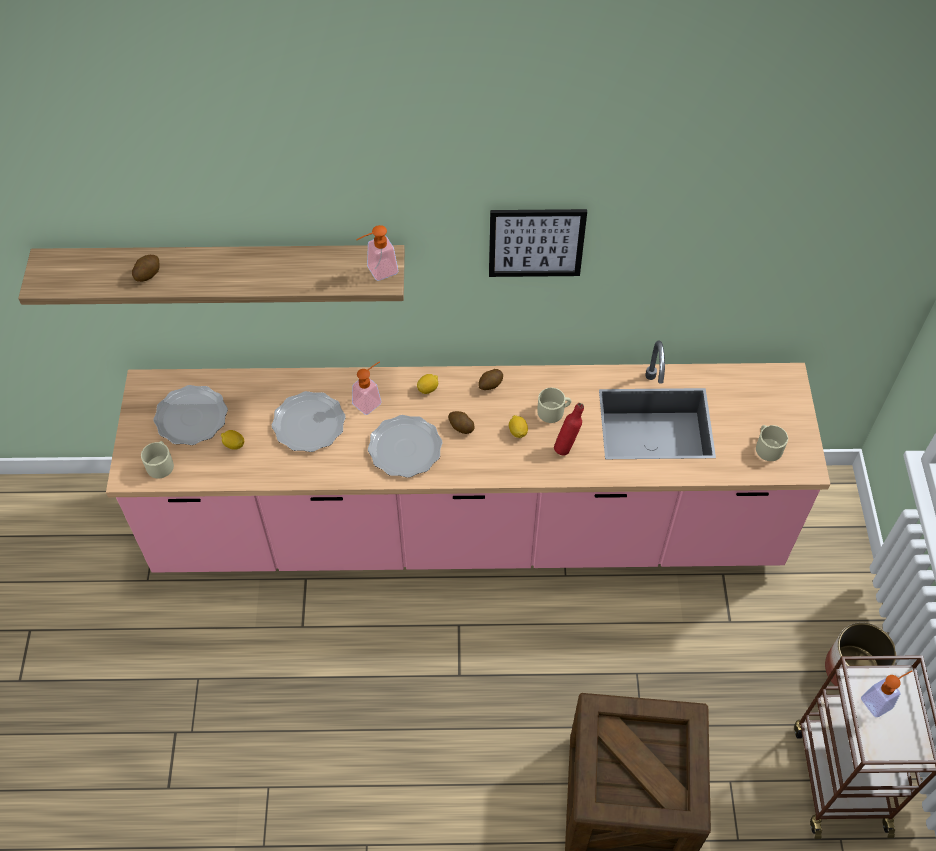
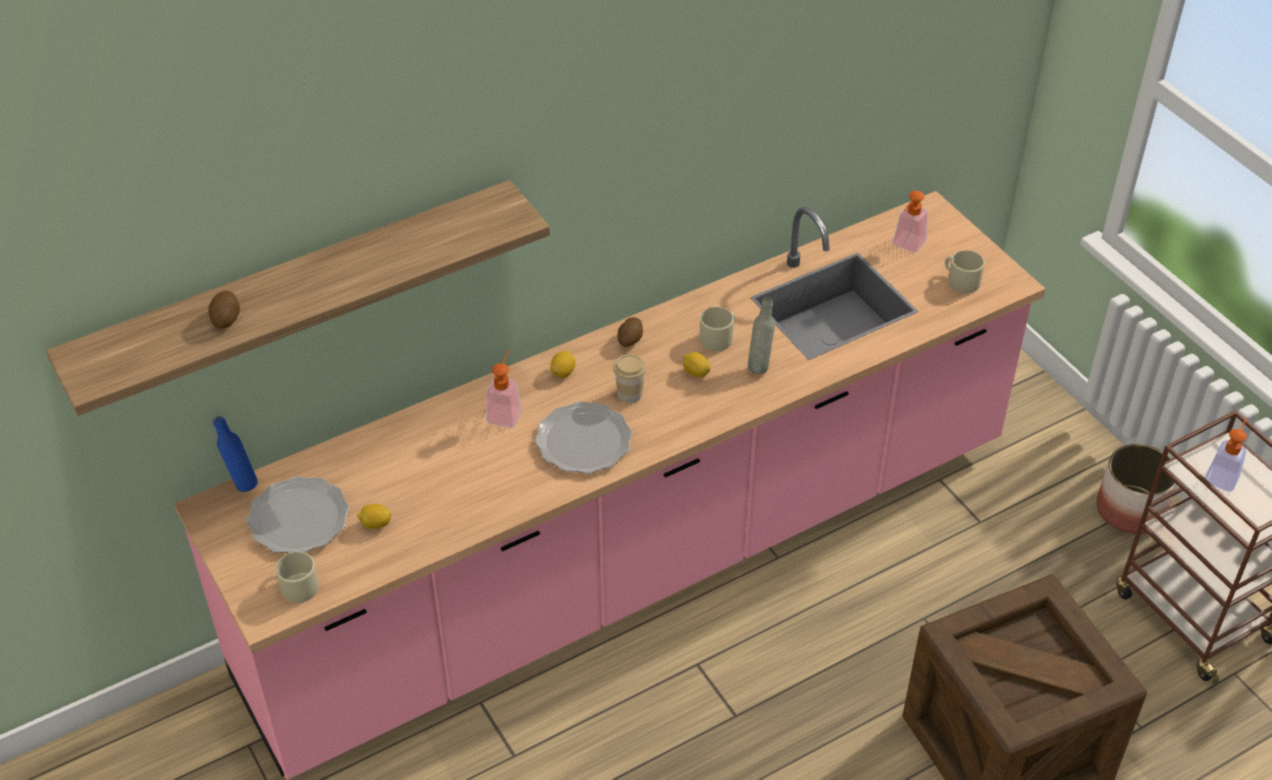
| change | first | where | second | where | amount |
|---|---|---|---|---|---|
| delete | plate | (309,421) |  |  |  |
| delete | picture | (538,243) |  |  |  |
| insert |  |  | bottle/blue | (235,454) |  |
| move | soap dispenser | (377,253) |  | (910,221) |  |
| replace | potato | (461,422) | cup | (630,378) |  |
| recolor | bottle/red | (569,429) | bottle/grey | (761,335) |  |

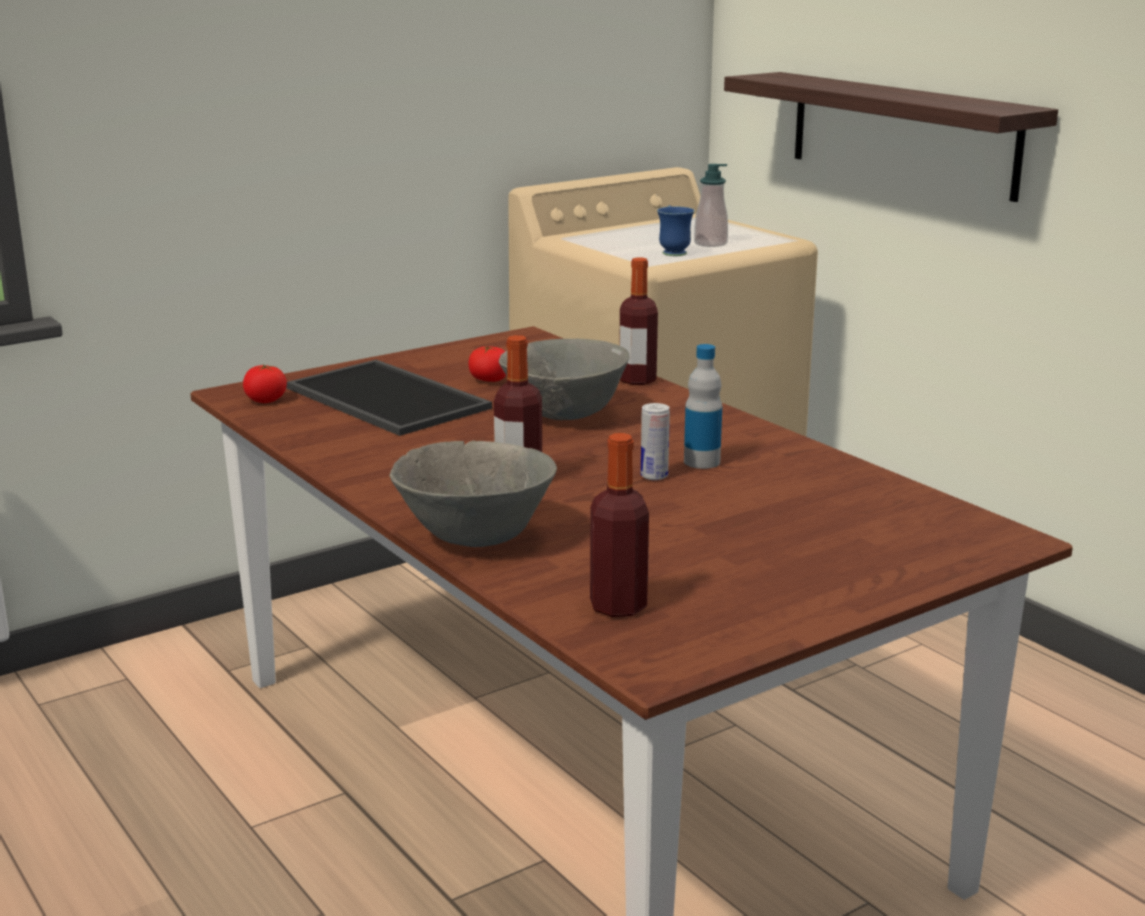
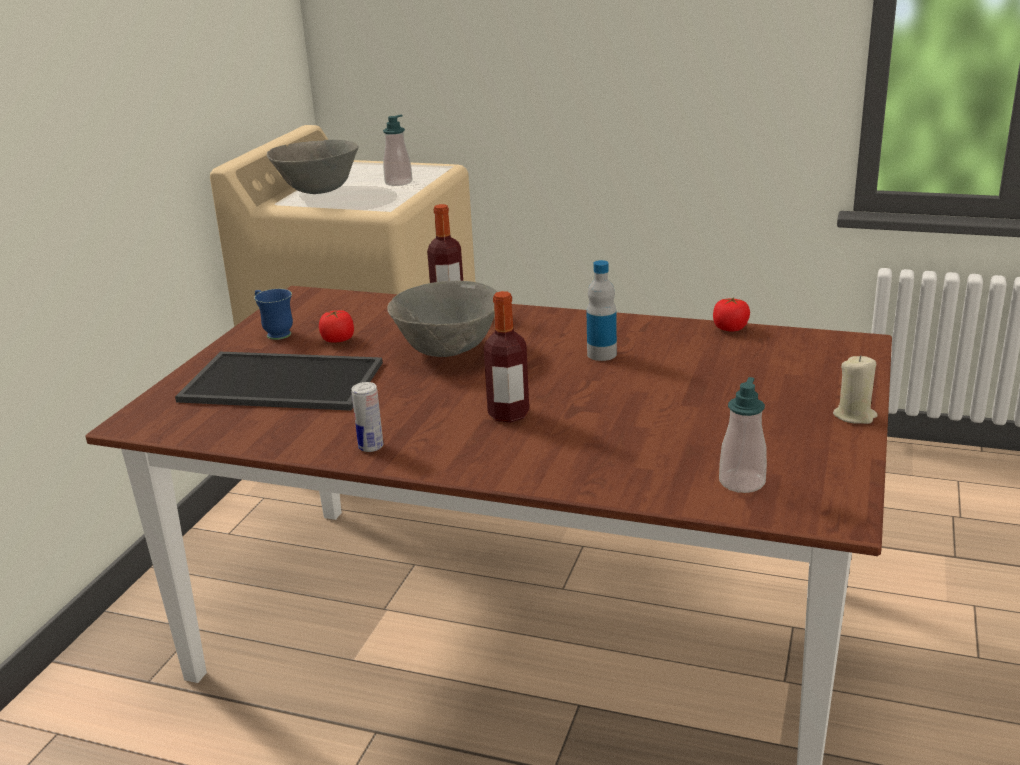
| change | first | where | second | where | amount |
|---|---|---|---|---|---|
| delete | shelf | (891,137) |  |  |  |
| insert |  |  | candle/beige | (855,389) |  |
| move | tomato | (265,384) |  | (731,314) |  |
| move | bowl/grey | (473,494) |  | (313,167) |  |
| move | can | (655,441) |  | (367,417) |  |
| move | mug/blue | (676,230) |  | (273,314) |  |
| replace | bottle | (619,525) | soap dispenser | (743,435) |  |

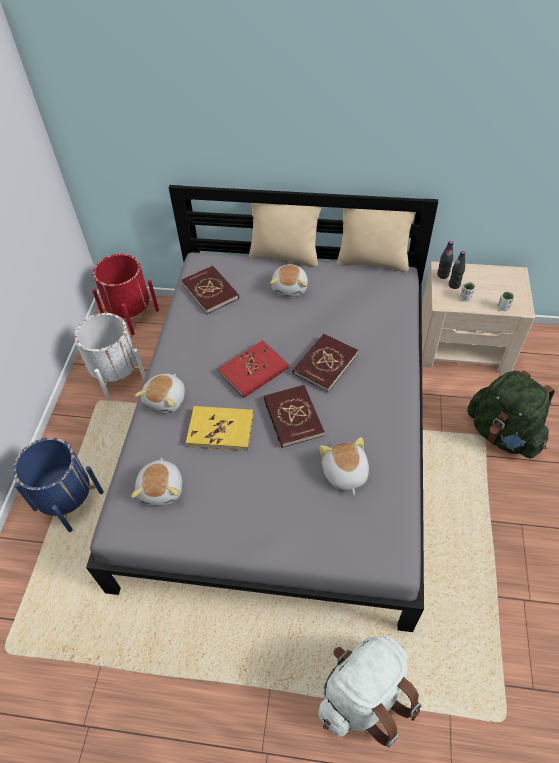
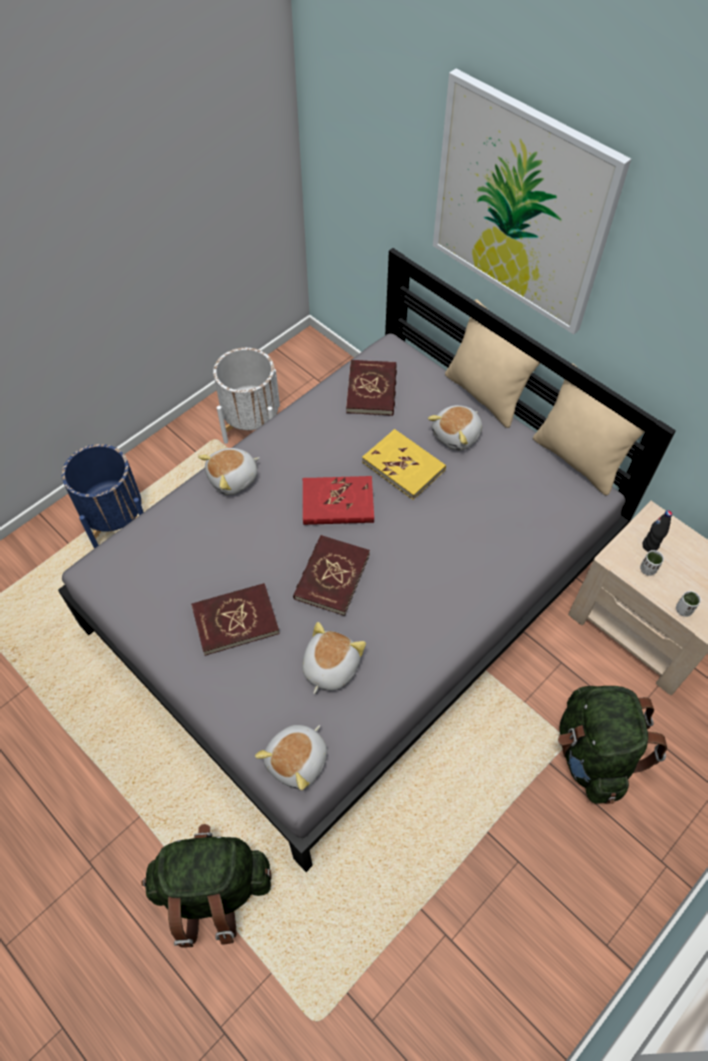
| change | first | where | second | where | amount |
|---|---|---|---|---|---|
| delete | planter/red | (125,294) |  |  |  |
| delete | bottle/black | (445,260) |  |  |  |
| insert |  |  | picture | (532,202) |  |
| move | plush toy | (156,481) |  | (291,757) |  |
| move | book/yellow | (220,428) |  | (404,464) |  |
| move | book/red | (325,363) |  | (235,619) |  |
| recolor | backpack/white | (369,691) | backpack/green | (206,886) |  |

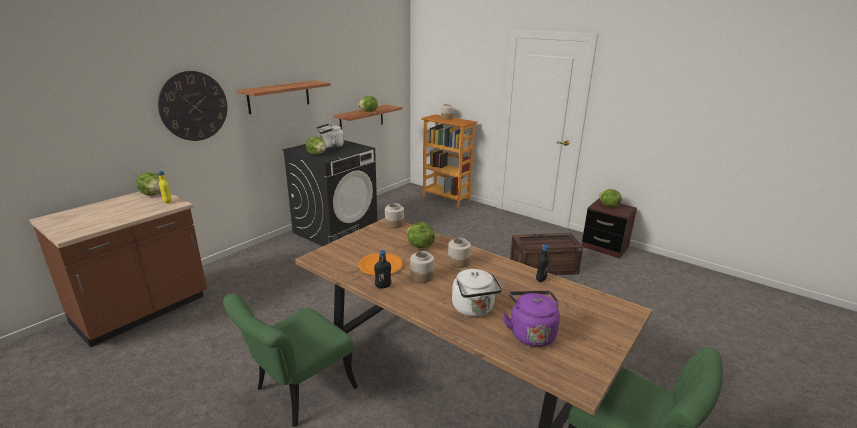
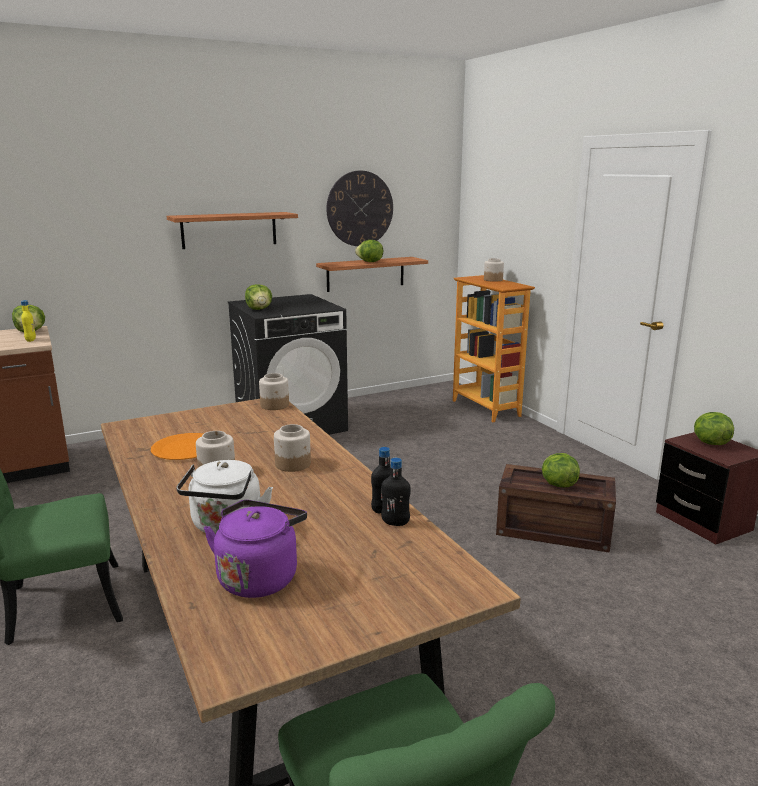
| change | first | where | second | where | amount |
|---|---|---|---|---|---|
| delete | kettle/white | (330,136) |  |  |  |
| move | wall clock | (192,106) |  | (359,208) |  |
| move | bottle/black | (382,269) |  | (396,492) |  |
| move | lettuce | (421,235) |  | (561,470) |  |

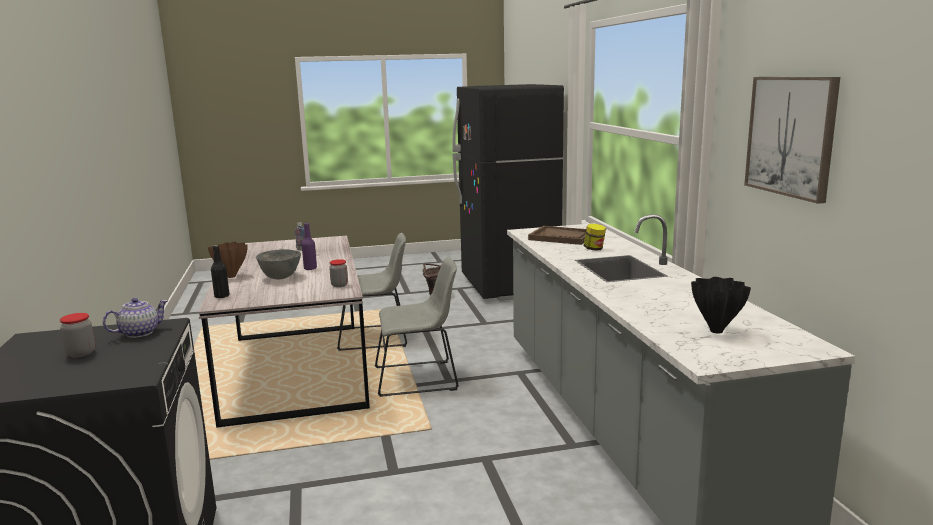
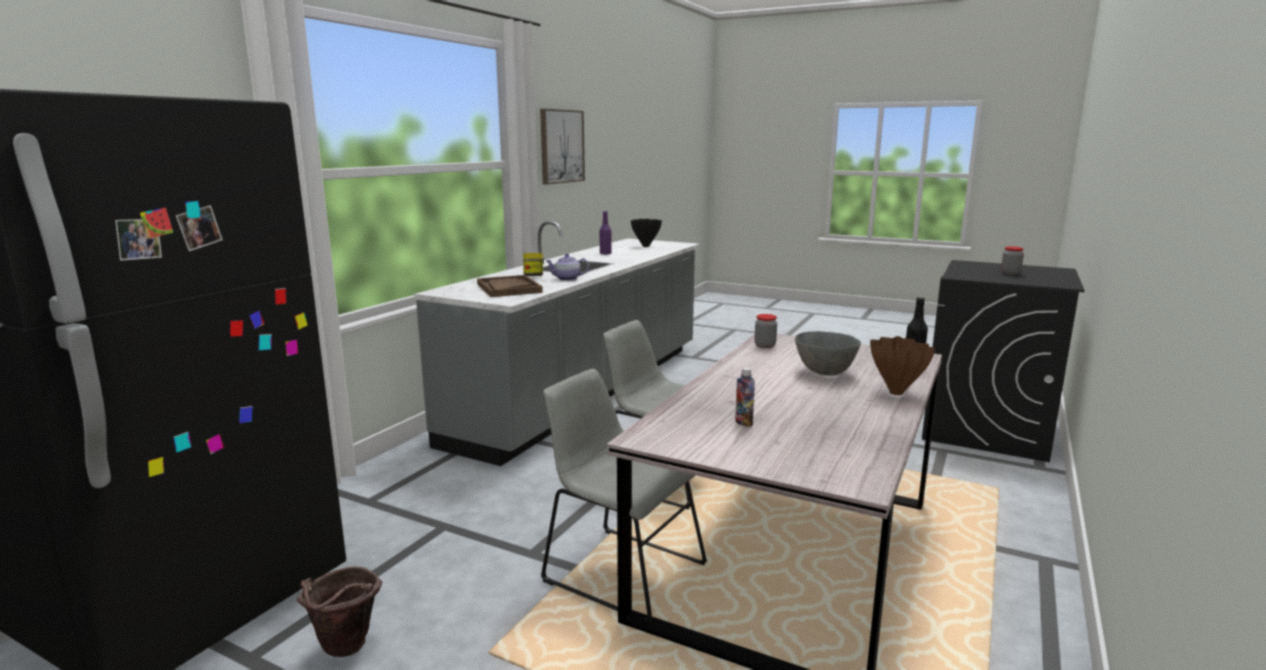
| change | first | where | second | where | amount |
|---|---|---|---|---|---|
| move | teapot | (135,318) |  | (567,267) |  |
| move | bottle/purple | (309,246) |  | (606,232) |  |

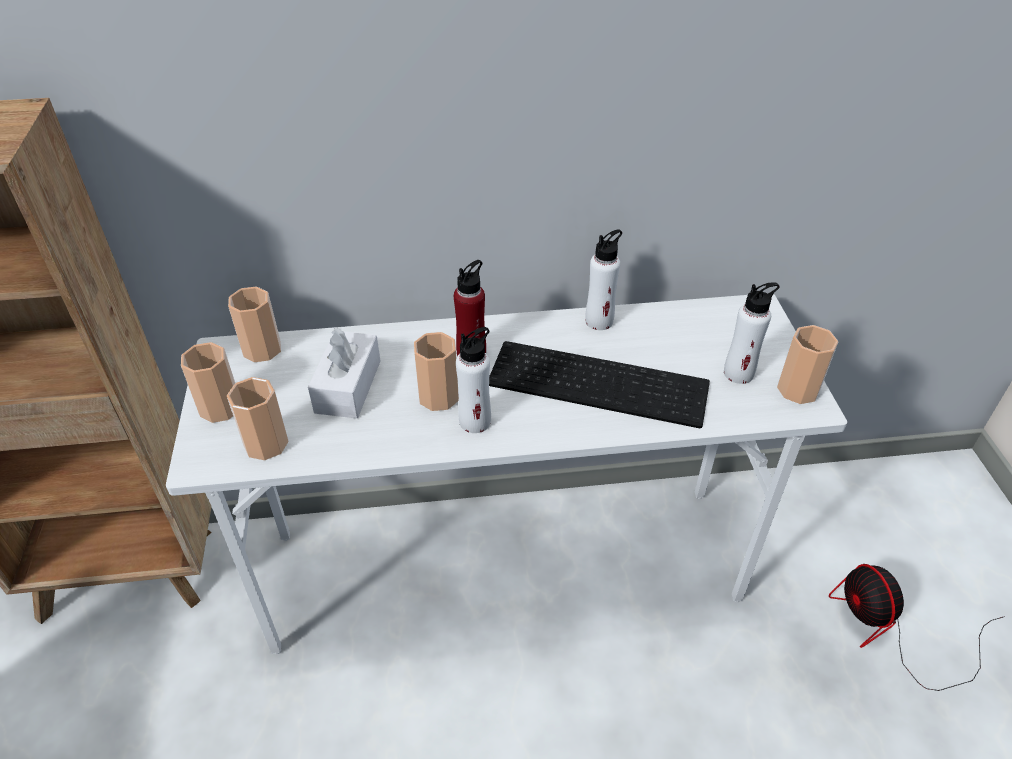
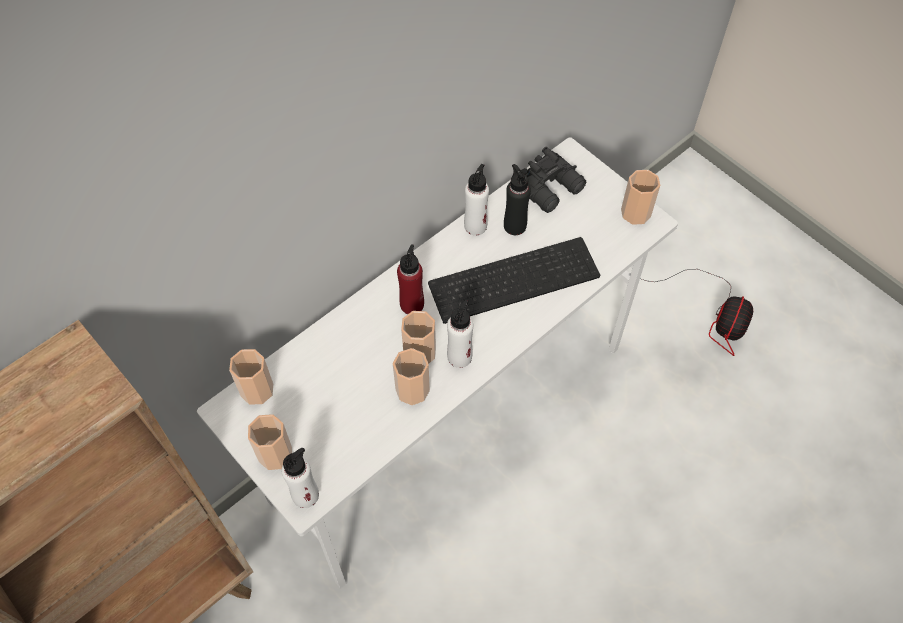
| change | first | where | second | where | amount |
|---|---|---|---|---|---|
| delete | tissue box/white | (344,373) |  |  |  |
| insert |  |  | bottle/black | (517,199) |  |
| insert |  |  | binoculars/black | (552,180) |  |
| move | cup | (258,418) |  | (411,376) |  |
| move | bottle/white | (752,333) |  | (300,478) |  |
| rotate | fan | (917,627) |  | (696,312) | 105 degrees counterclockwise |

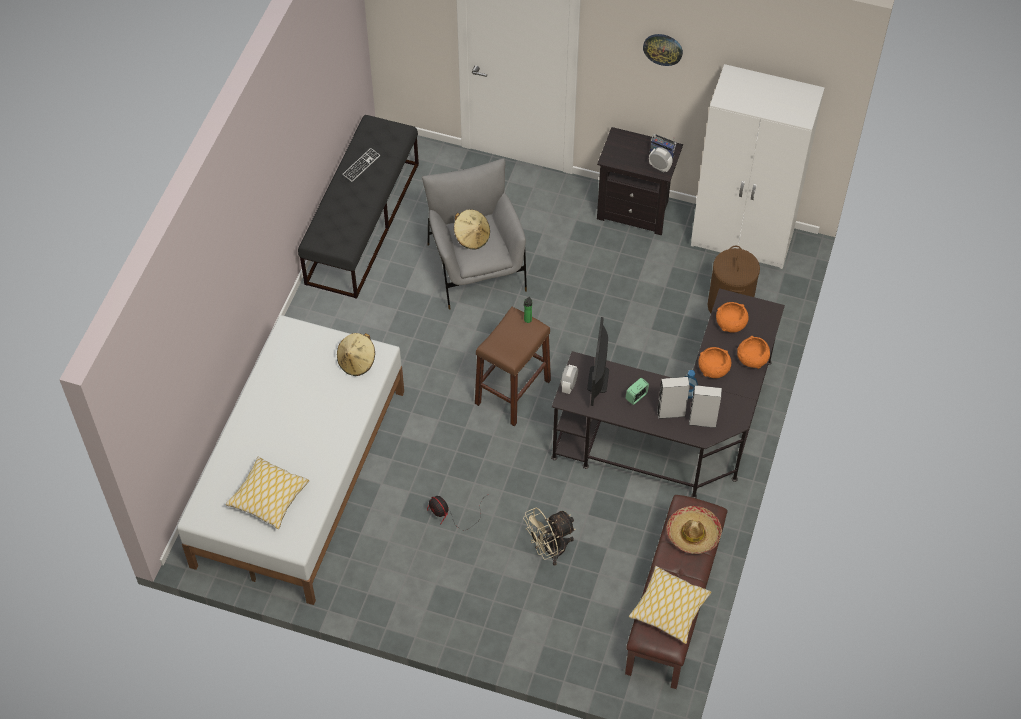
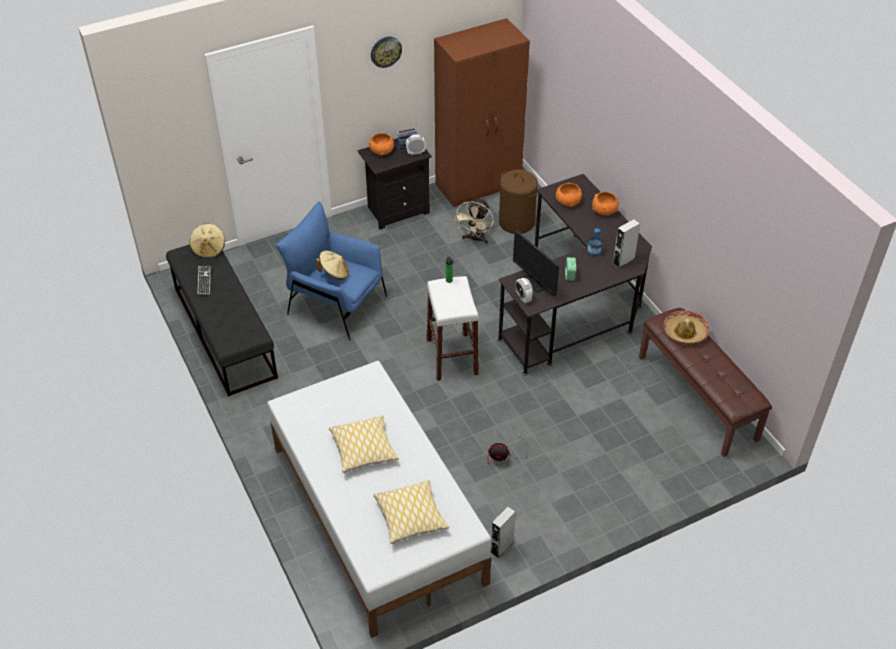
| change | first | where | second | where | amount |
|---|---|---|---|---|---|
| move | hat/beige | (356,354) |  | (207,240) |  |
| move | fan/beige | (549,536) |  | (474,221) |  |
| move | pillow | (670,605) |  | (364,444) |  |
| move | speaker/grey | (673,398) |  | (503,532) |  |
| move | bowl/orange | (714,362) |  | (381,144) |  |
| recolor | armchair/grey | (474,234) | armchair/blue | (331,271) |  |
| recolor | stool/brown | (513,366) | stool/white | (453,328) |  |
| recolor | wardrobe/white | (758,166) | wardrobe/brown | (482,112) |  |

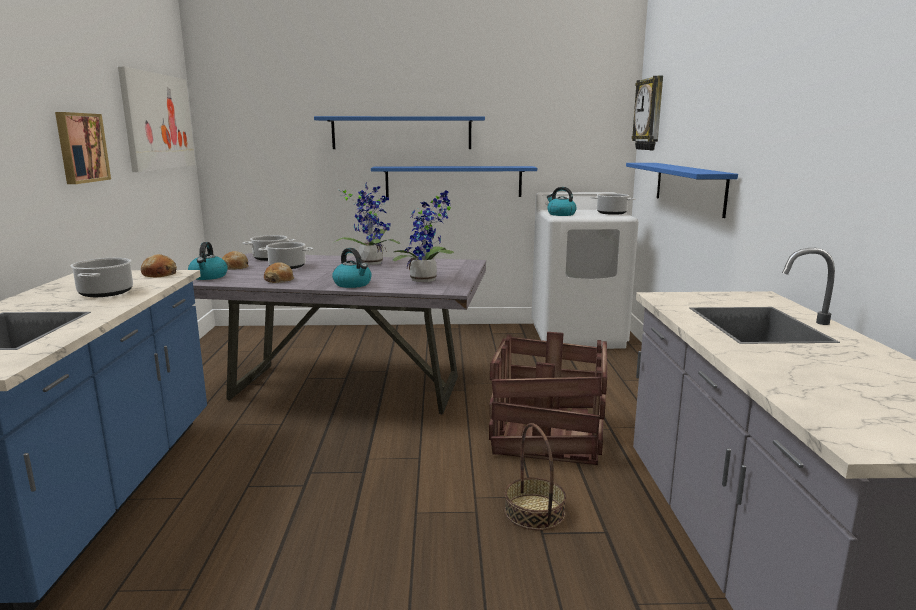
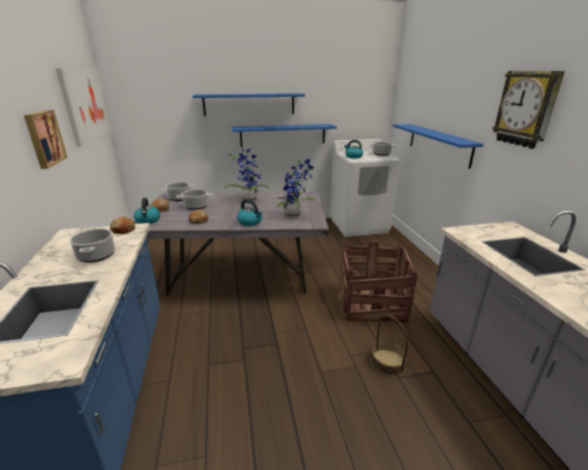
| change | first | where | second | where | amount |
|---|---|---|---|---|---|
| move | wall clock | (647,112) |  | (528,110) |  |

